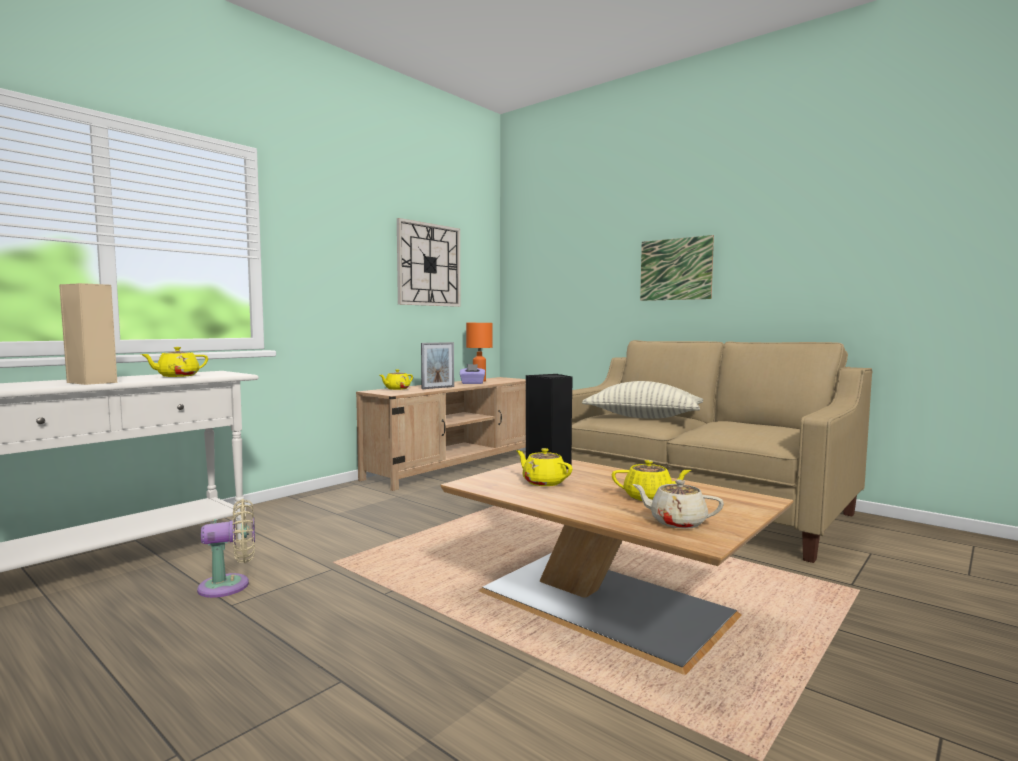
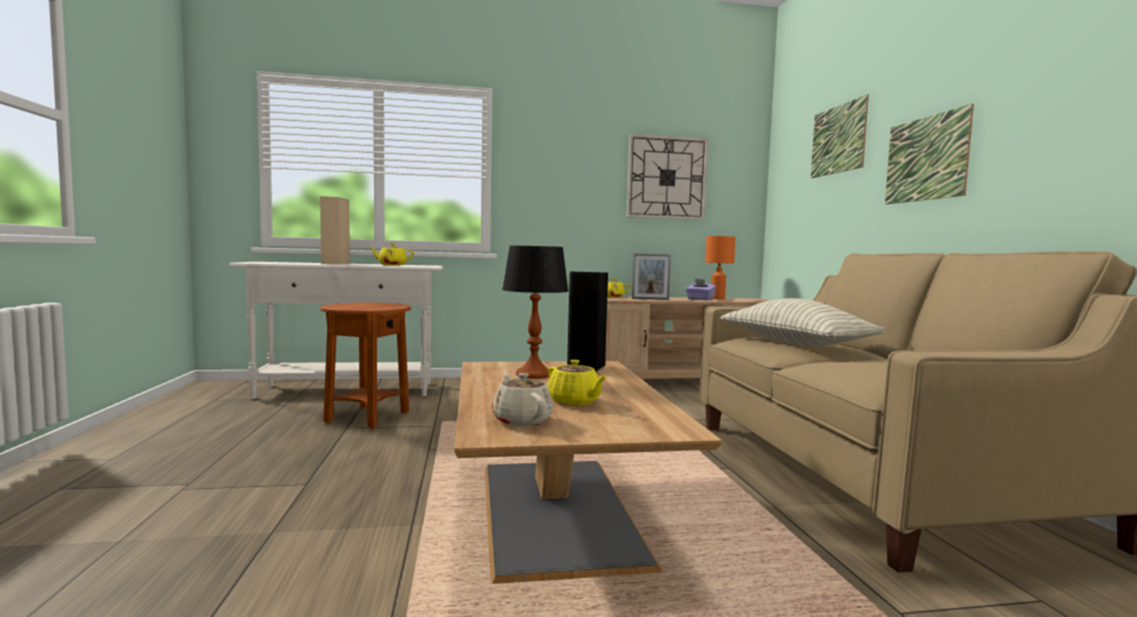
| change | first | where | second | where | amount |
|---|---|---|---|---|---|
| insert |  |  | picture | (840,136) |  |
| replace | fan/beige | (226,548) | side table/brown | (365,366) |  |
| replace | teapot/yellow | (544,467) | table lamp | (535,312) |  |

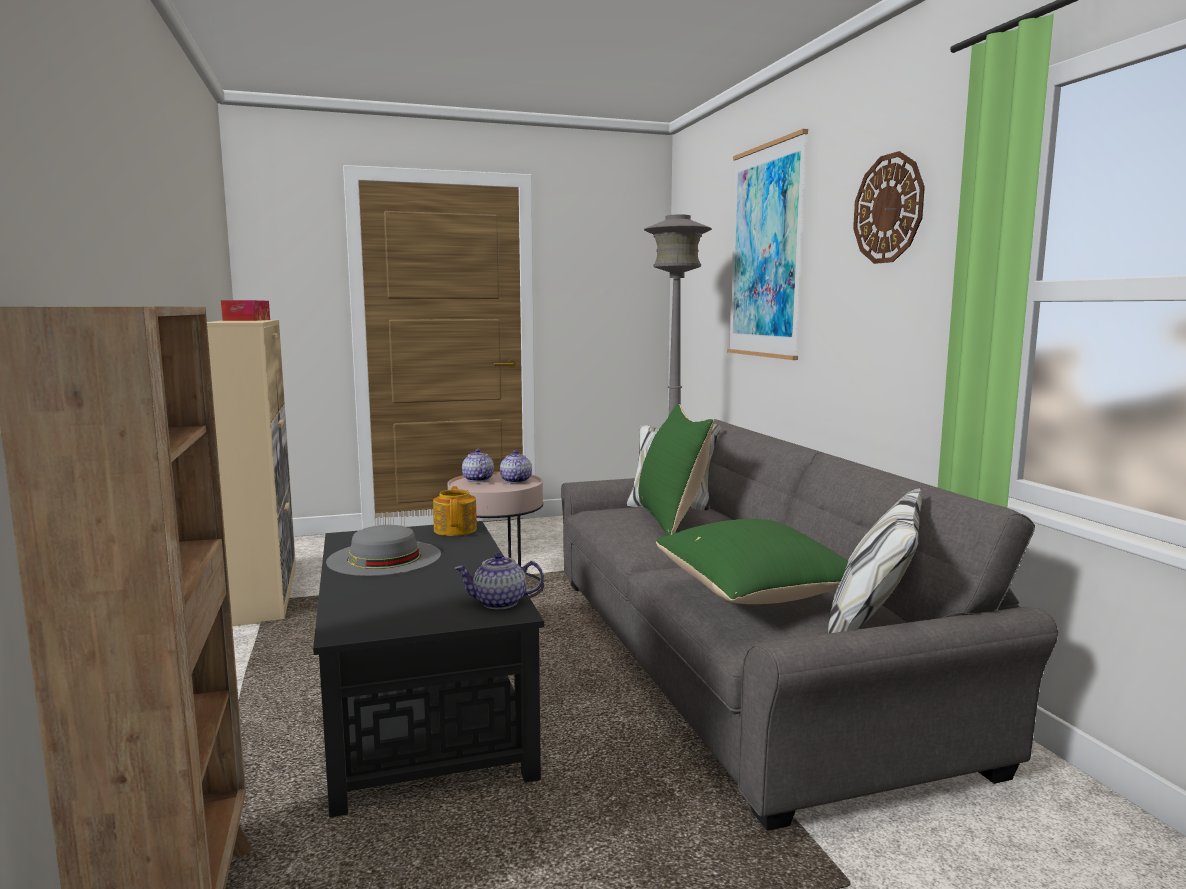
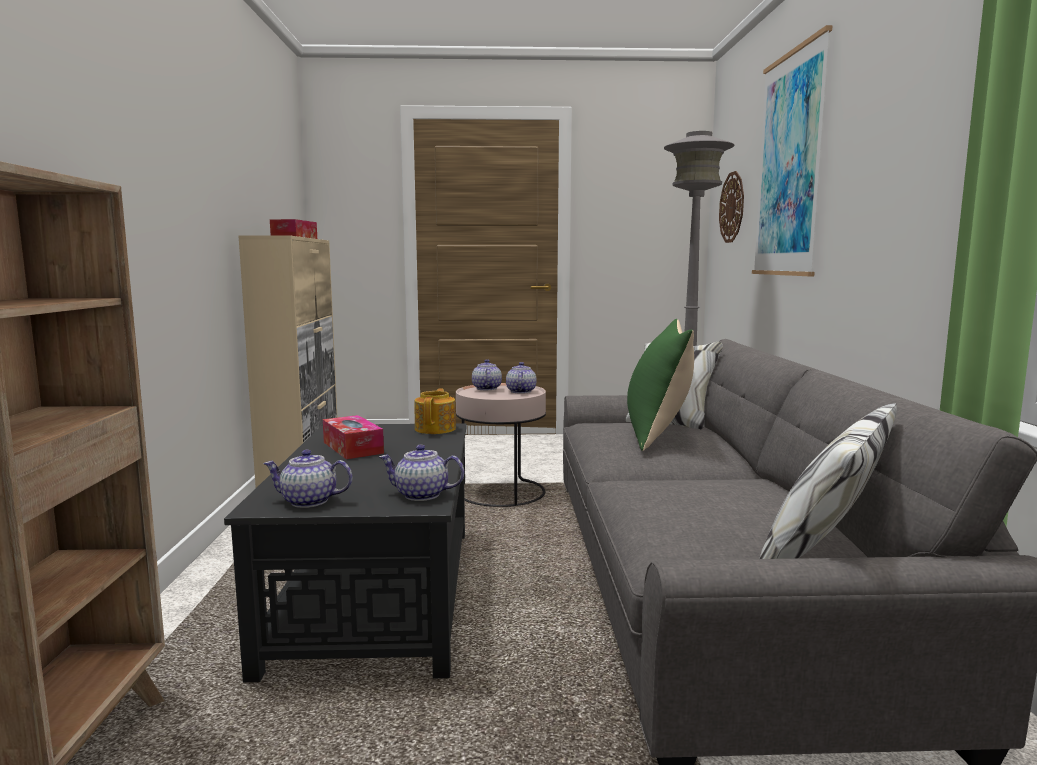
| change | first | where | second | where | amount |
|---|---|---|---|---|---|
| delete | pillow/green | (752,561) |  |  |  |
| insert |  |  | teapot | (307,479) |  |
| move | wall clock | (889,207) |  | (731,207) |  |
| replace | hat/grey | (383,550) | tissue box | (353,437) |  |

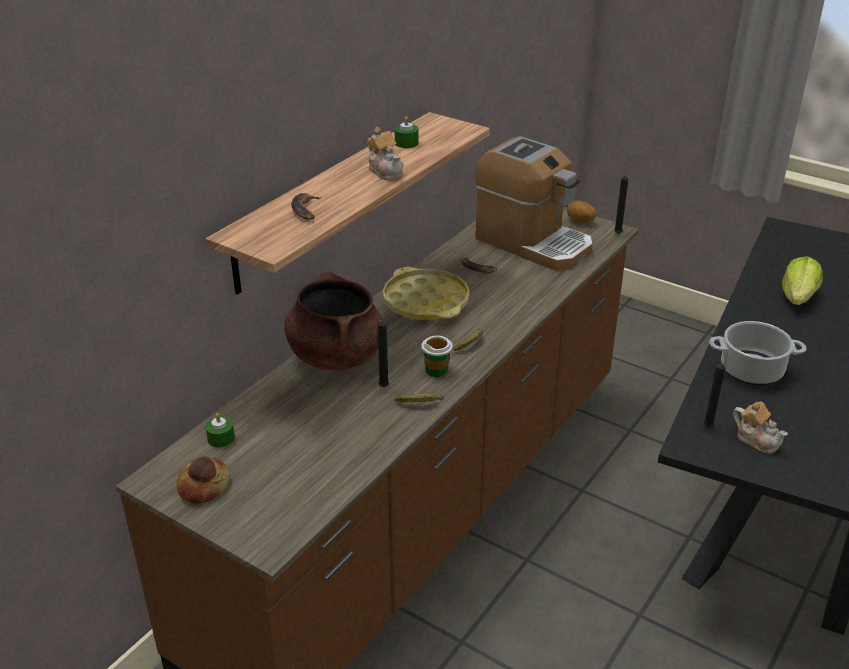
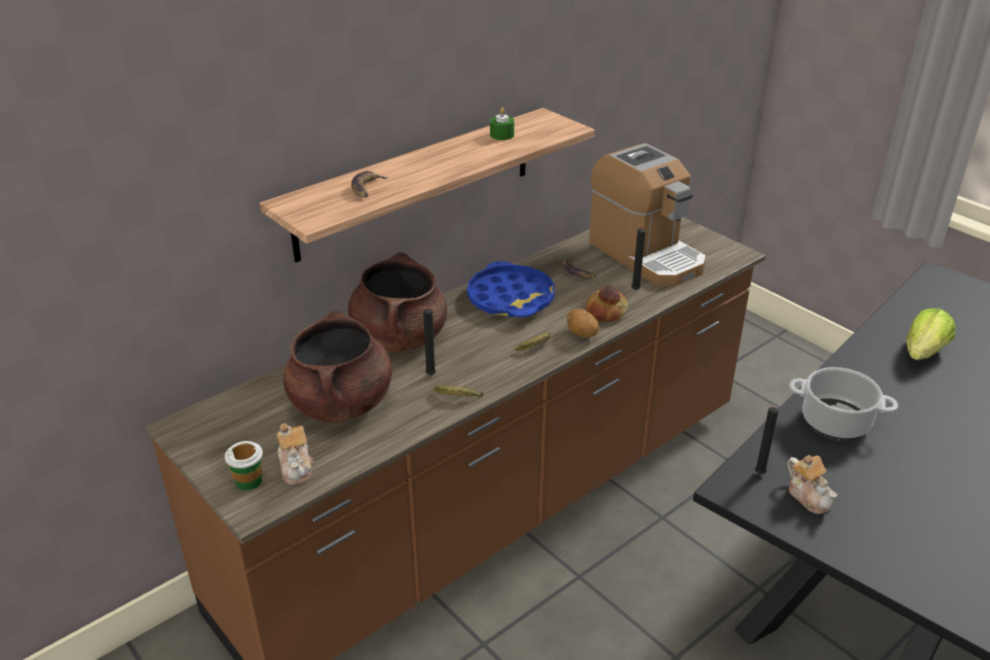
| change | first | where | second | where | amount |
|---|---|---|---|---|---|
| delete | candle/green | (220,430) |  |  |  |
| insert |  |  | cooking pot/brown | (337,367) |  |
| move | bread | (203,480) |  | (607,303) |  |
| move | teapot | (385,154) |  | (295,454) |  |
| move | cup | (437,356) |  | (244,466) |  |
| move | potato | (582,212) |  | (583,323) |  |
| move | candle/black | (621,203) |  | (638,257) |  |
| recolor | tray/yellow | (426,293) | tray/blue | (511,289) |  |

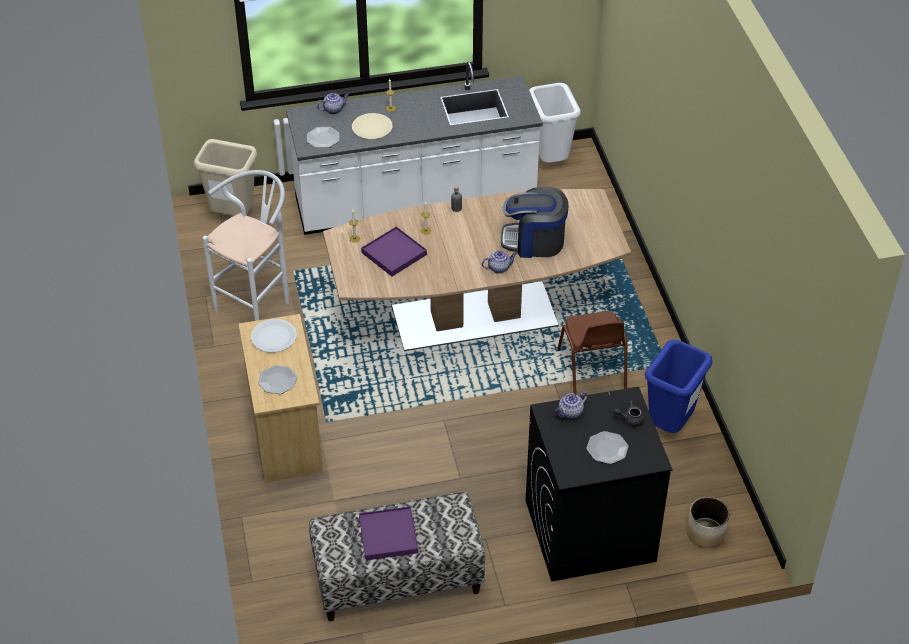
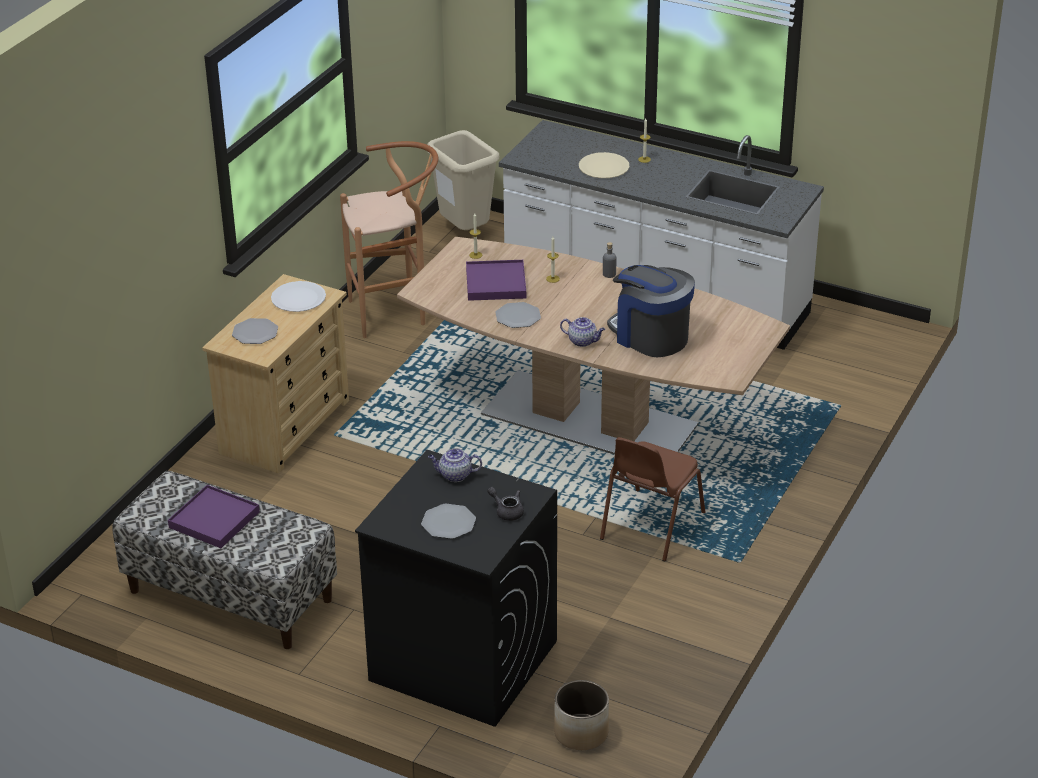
| change | first | where | second | where | amount |
|---|---|---|---|---|---|
| delete | teapot | (333,103) |  |  |  |
| delete | trash can/white | (555,123) |  |  |  |
| delete | trash can/blue | (678,386) |  |  |  |
| move | plate | (323,137) |  | (518,315) |  |
| recolor | stool/white | (245,245) | stool/brown | (389,239) |  |

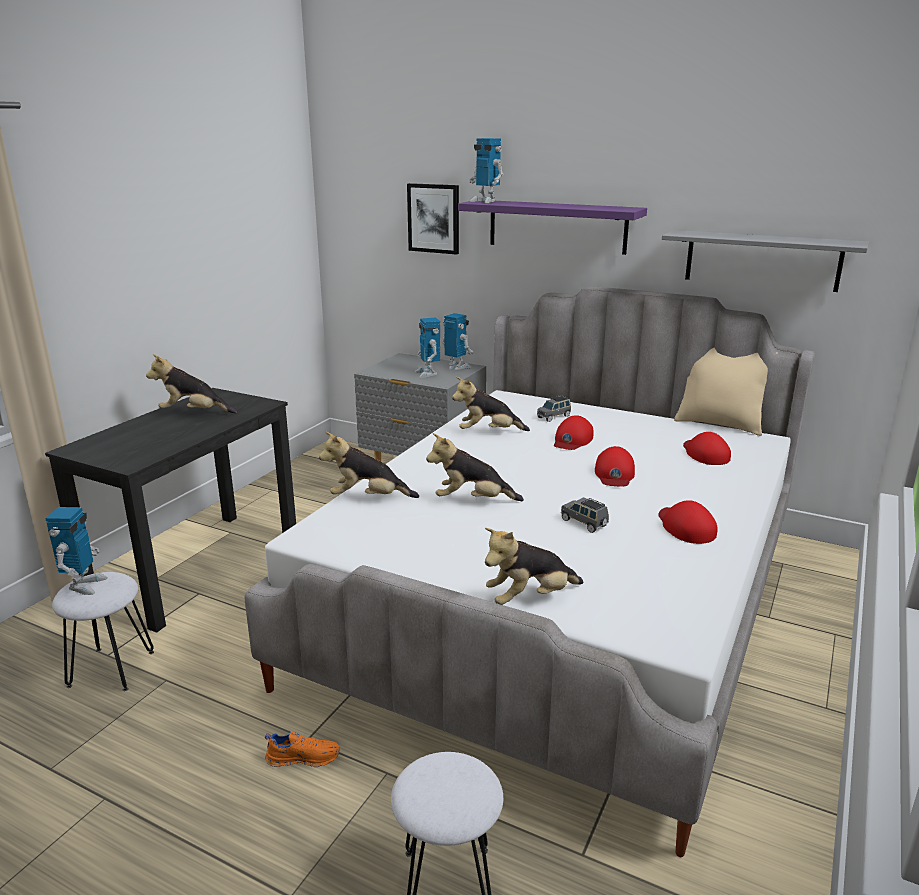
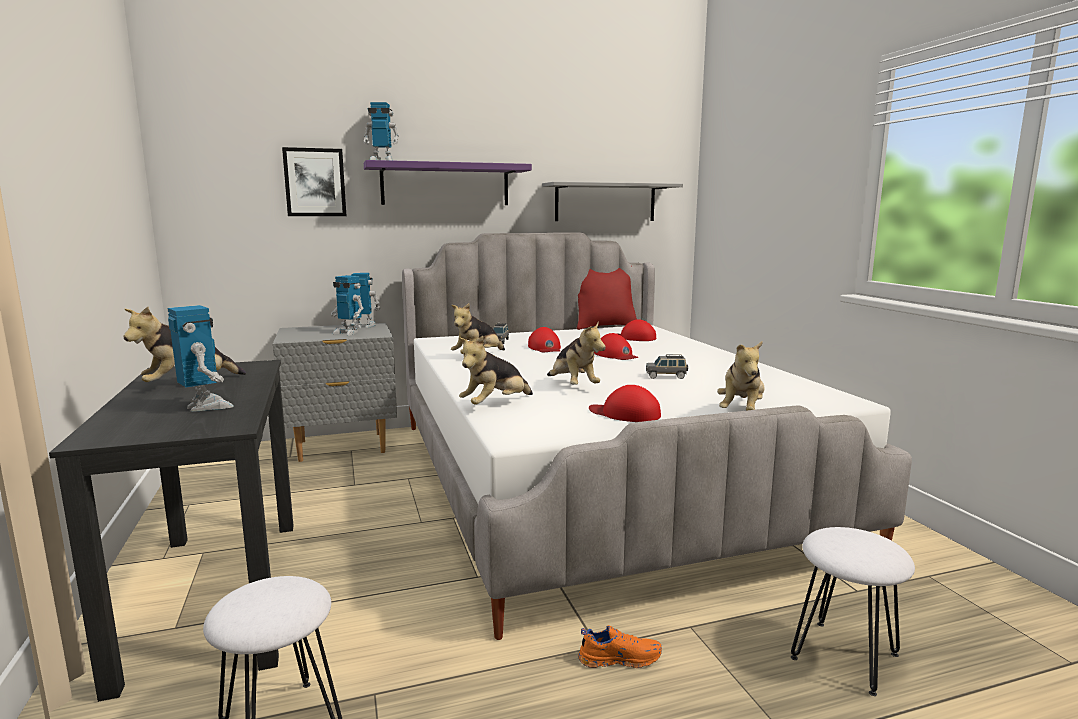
| change | first | where | second | where | amount |
|---|---|---|---|---|---|
| move | toy robot | (76,551) |  | (200,358) |  |
| move | cap/red | (687,522) |  | (625,403) |  |
| recolor | pillow/beige | (726,392) | pillow/red | (607,299) |  |
| rotate | shoe/orange | (302,749) |  | (620,646) | 45 degrees clockwise |
| rotate | plush toy | (475,467) |  | (576,353) | 75 degrees counterclockwise |

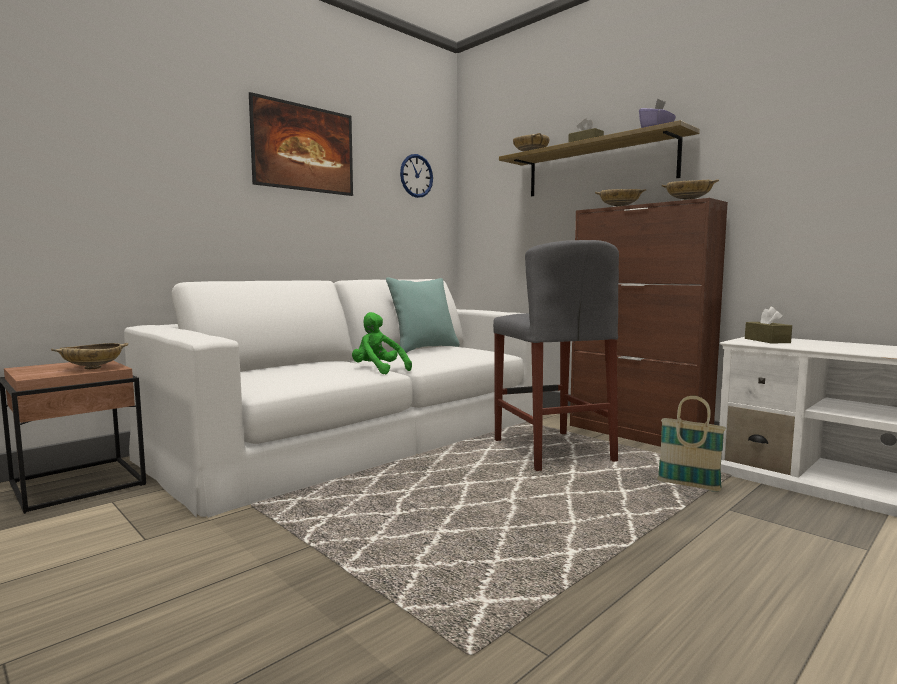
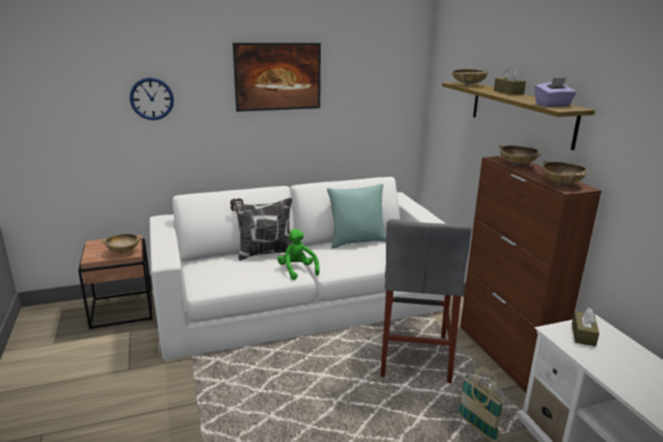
| change | first | where | second | where | amount |
|---|---|---|---|---|---|
| insert |  |  | pillow | (261,229) |  |
| move | wall clock | (416,176) |  | (152,98) |  |

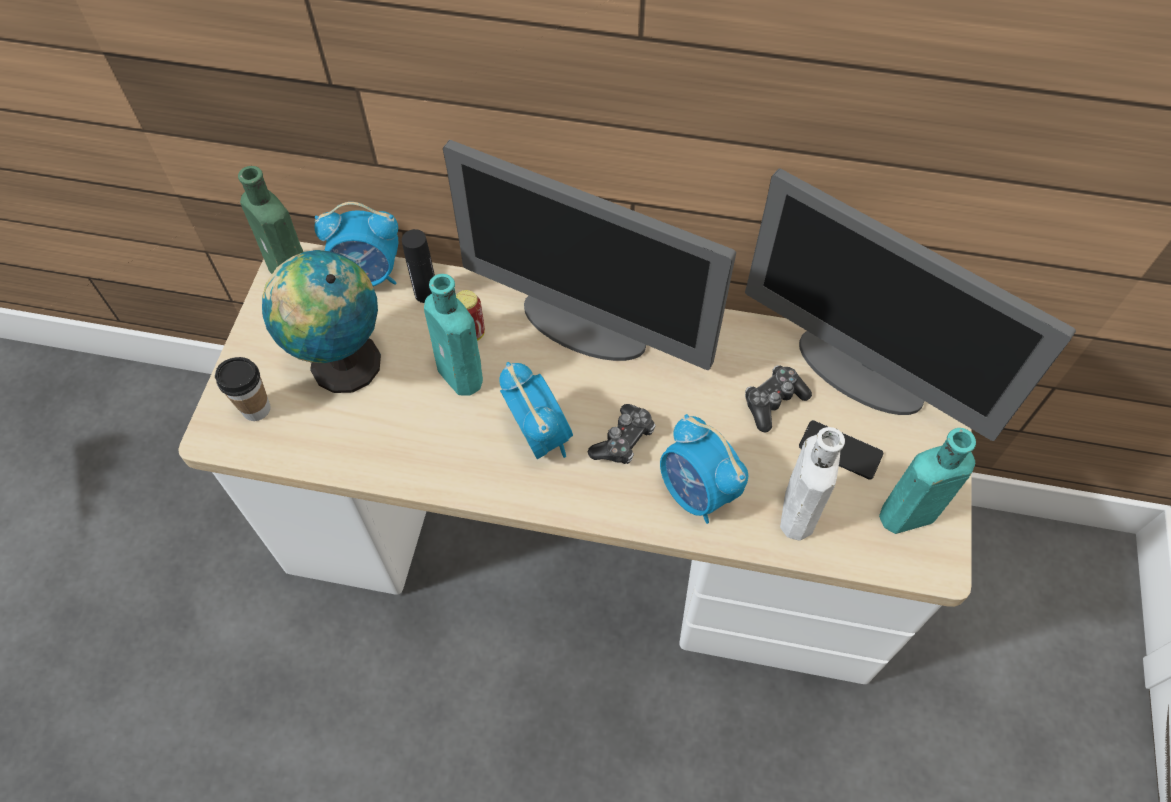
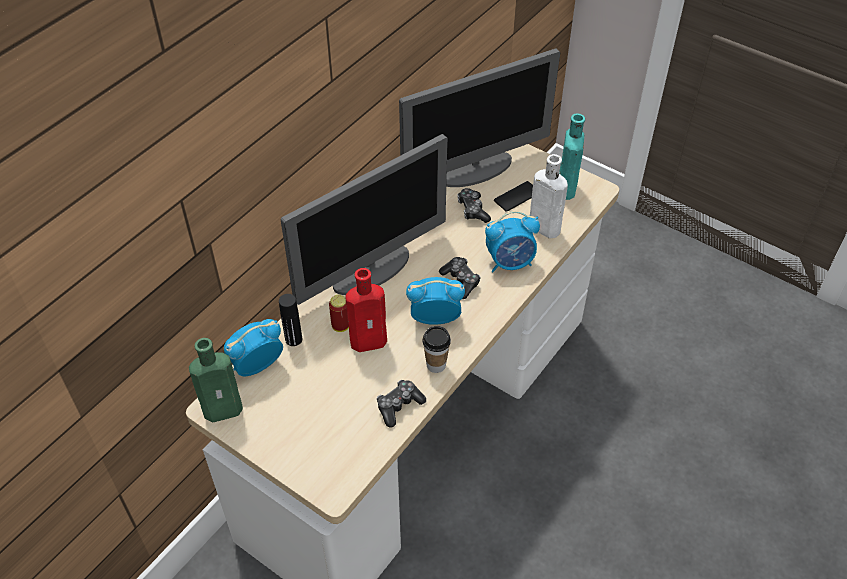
| change | first | where | second | where | amount |
|---|---|---|---|---|---|
| delete | globe | (321,321) |  |  |  |
| insert |  |  | game controller | (401,404) |  |
| move | cup | (242,389) |  | (436,349) |  |
| recolor | bottle/turquoise | (453,335) | bottle/red | (366,310) |  |
| rotate | alarm clock | (356,244) |  | (253,347) | 150 degrees counterclockwise |

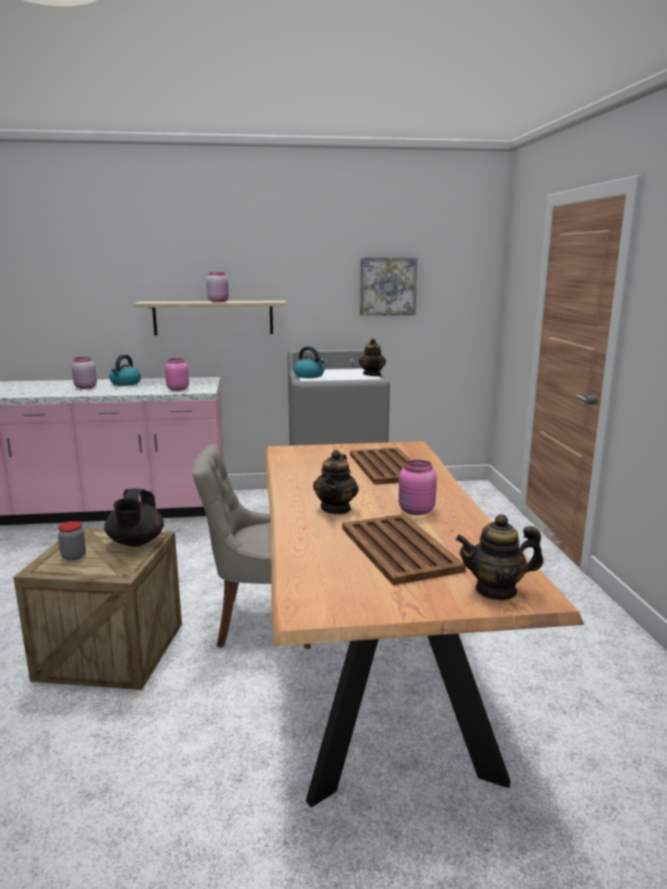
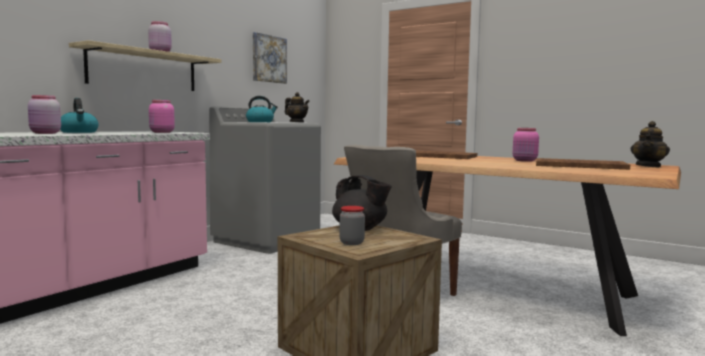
| change | first | where | second | where | amount |
|---|---|---|---|---|---|
| delete | teapot | (336,482) |  |  |  |

